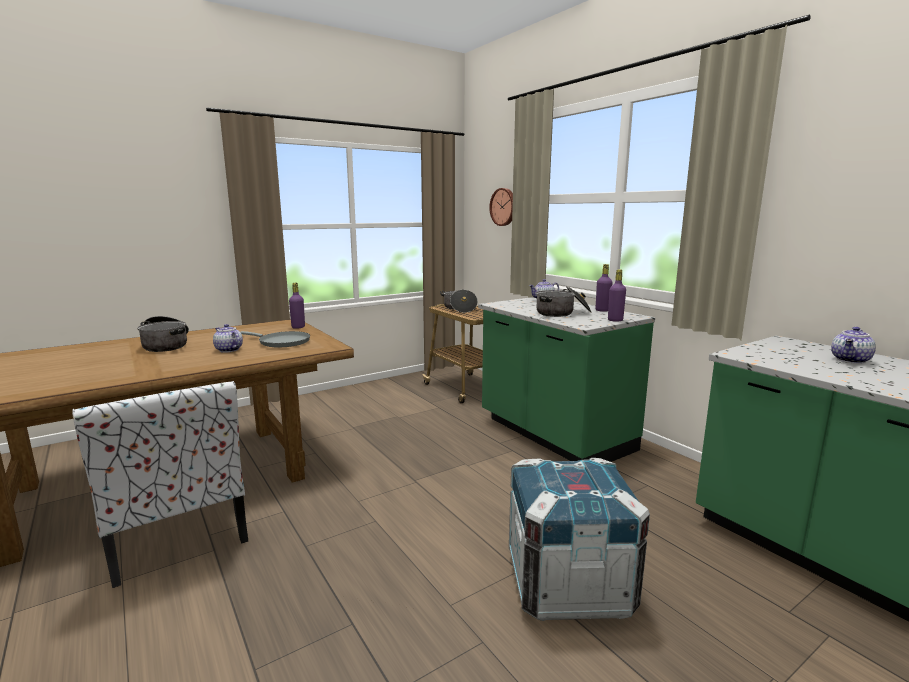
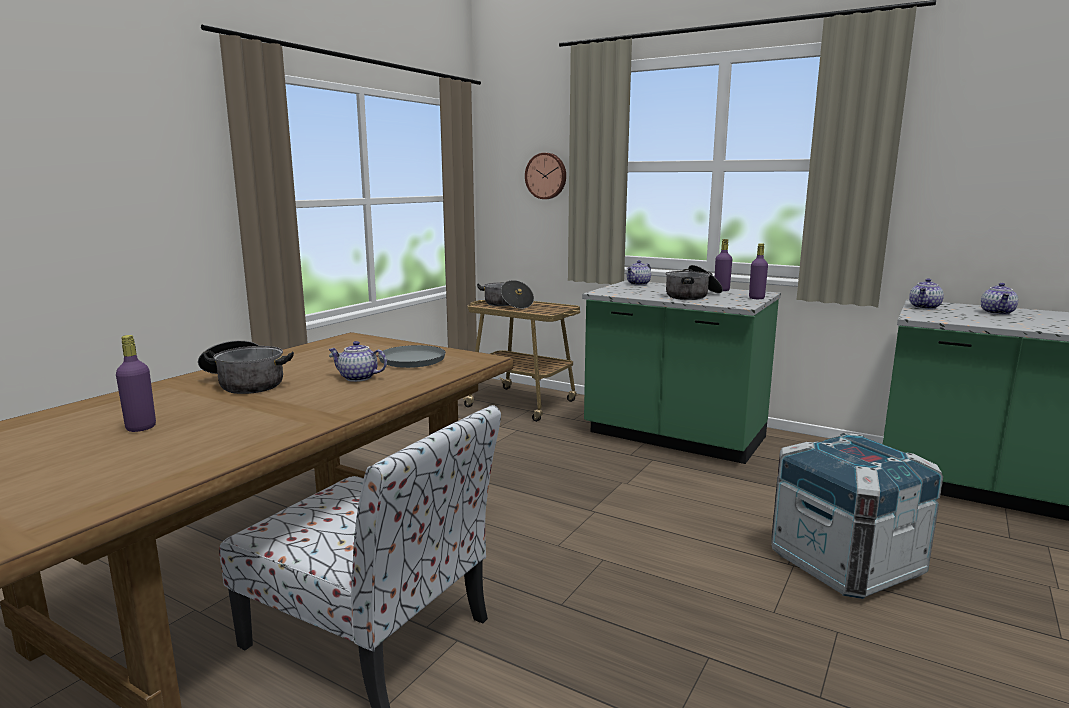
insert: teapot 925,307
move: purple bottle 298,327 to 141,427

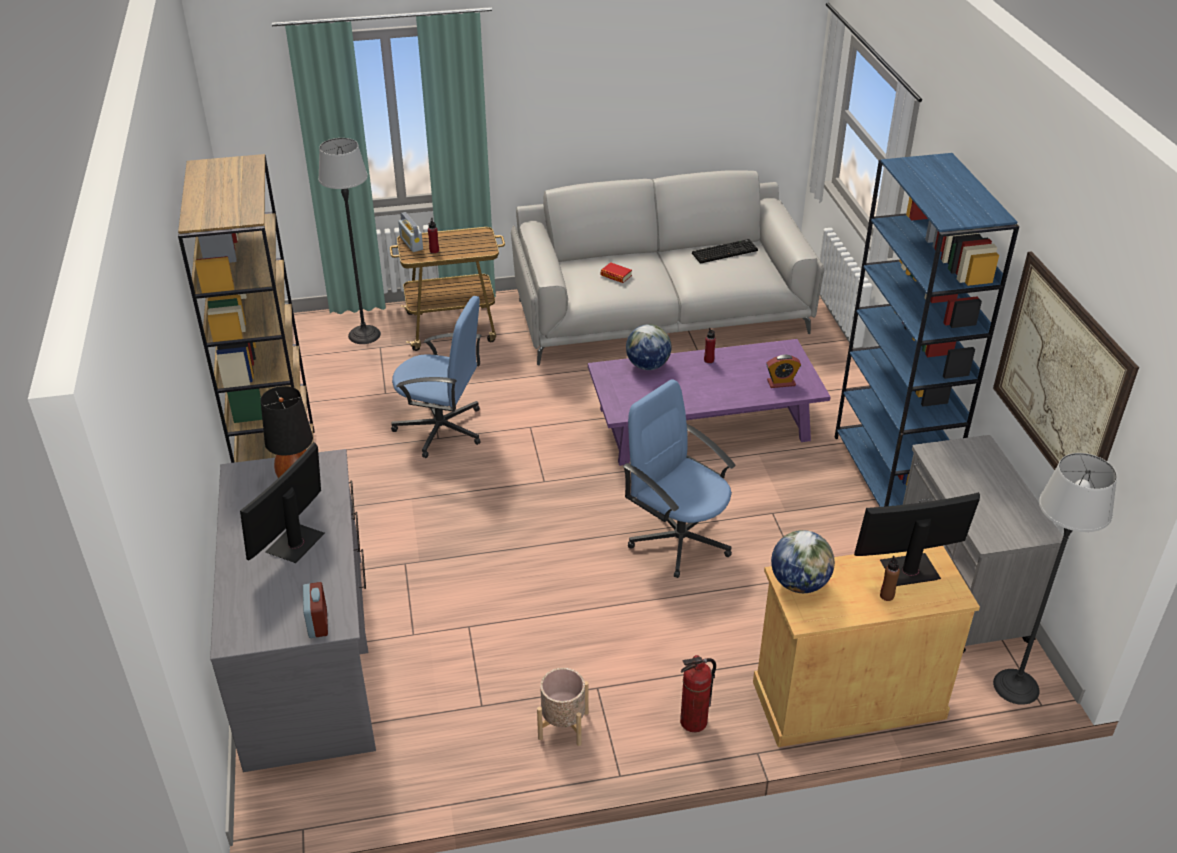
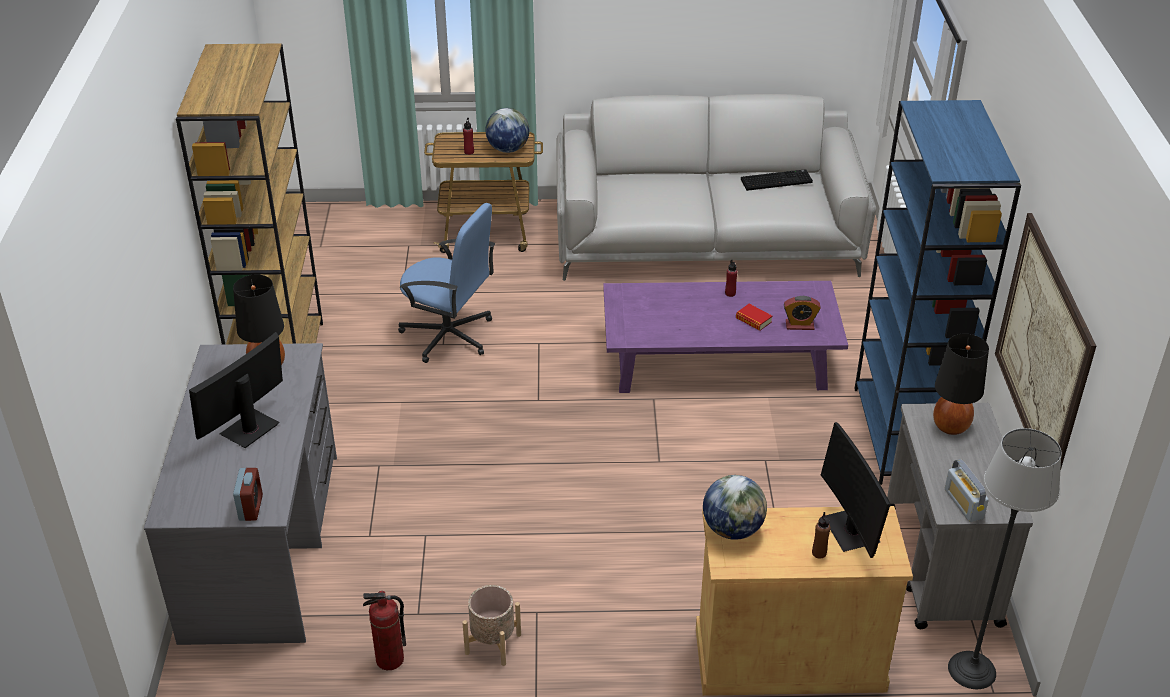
delete: floor lamp 364,334; blue office chair 679,539
insert: black table lamp 950,426
move: radio 411,243 to 963,504; book 616,276 to 753,320; globe 647,365 to 508,149; fire extinguisher 693,722 to 389,660
rotate: monitor 909,570 = 851,531 105 degrees counterclockwise

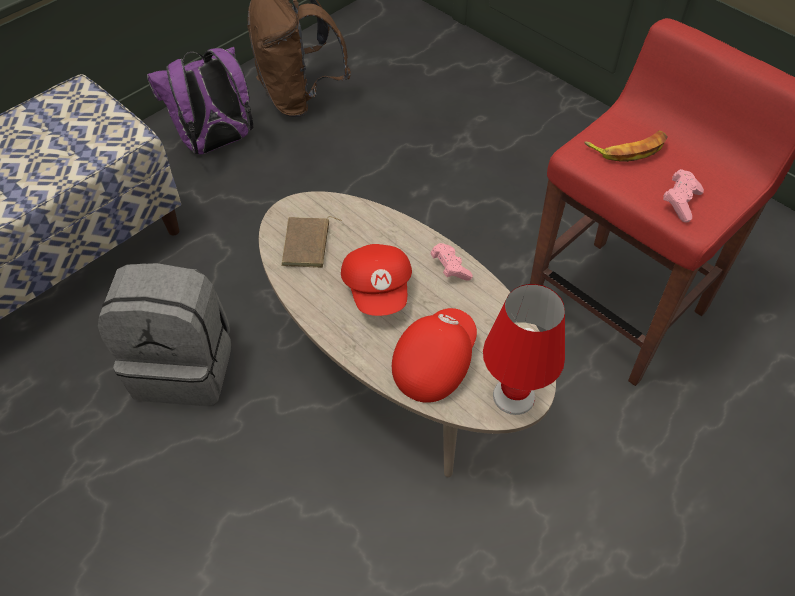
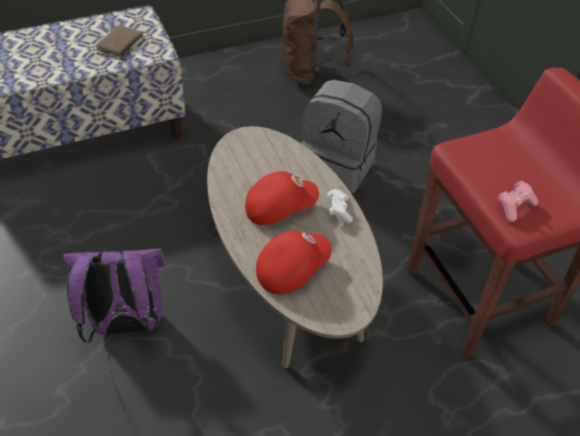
delete: red table lamp 514,396; banana 628,149
move: grey backpack 185,365 to 338,166; purple backpack 216,144 to 125,325; brown book 308,245 to 121,43
recolor: pink game controller 450,268 to white game controller 339,210
rotate: red cap 379,289 = 279,207 120 degrees counterclockwise

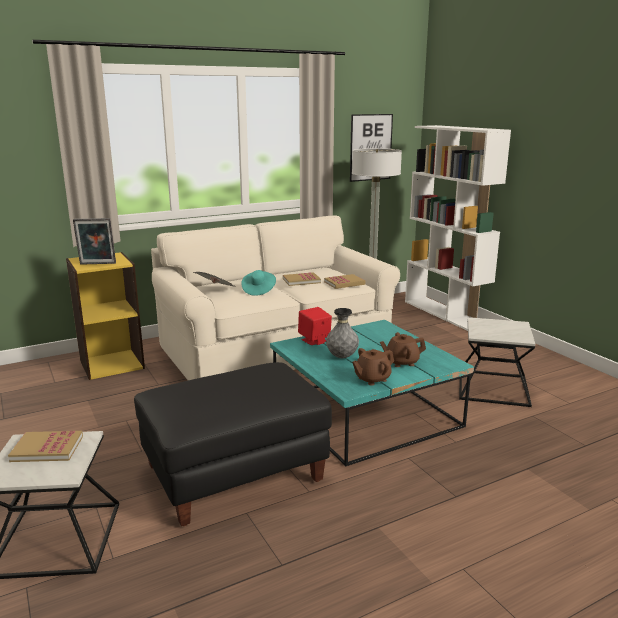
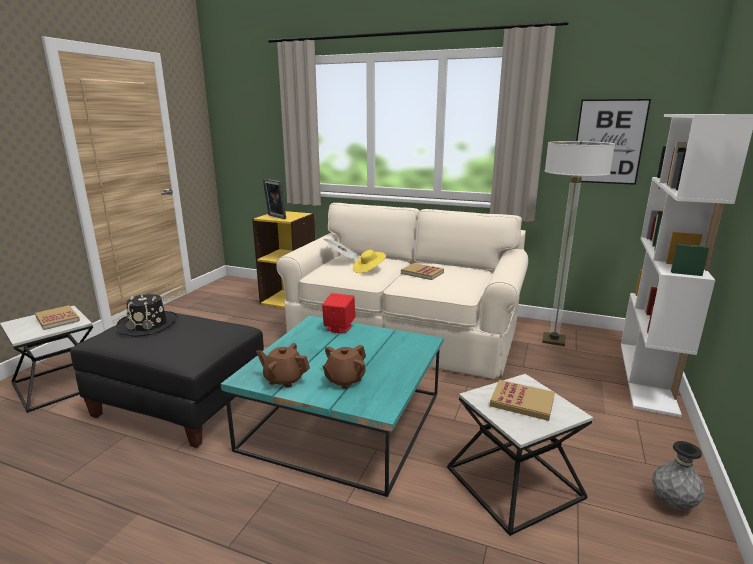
insert: black hat 148,324
move: book 344,283 to 522,402; grey vase 342,357 to 673,503
recolor: turquoise hat 258,290 to yellow hat 369,270
rotate: brown teapot 401,362 = 344,380 90 degrees counterclockwise

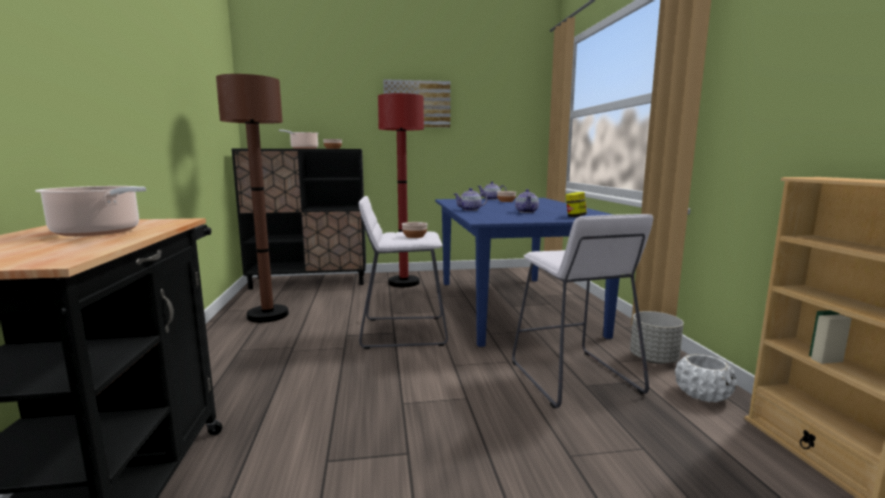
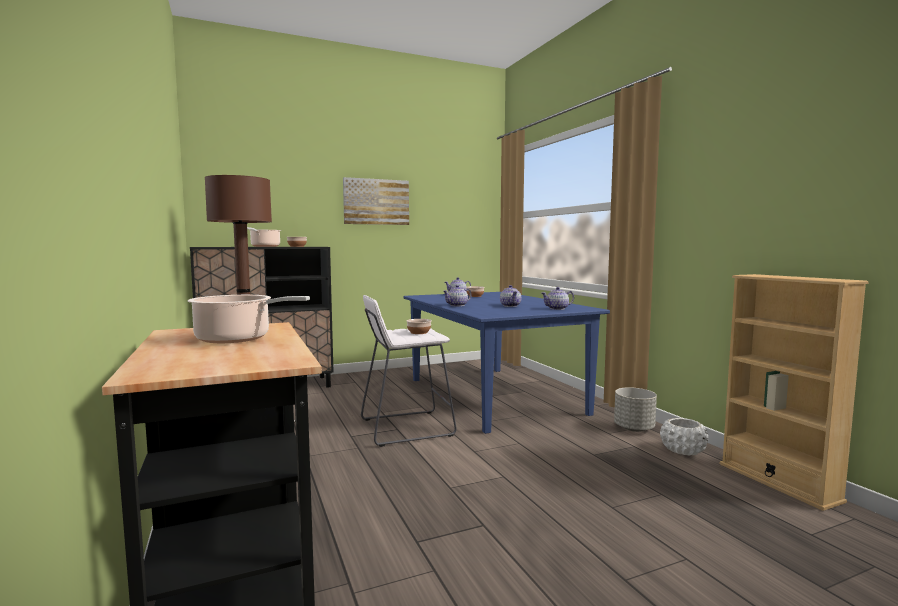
delete: red floor lamp 404,282; white stool 573,378
replace: jar 575,216 to teapot 557,308

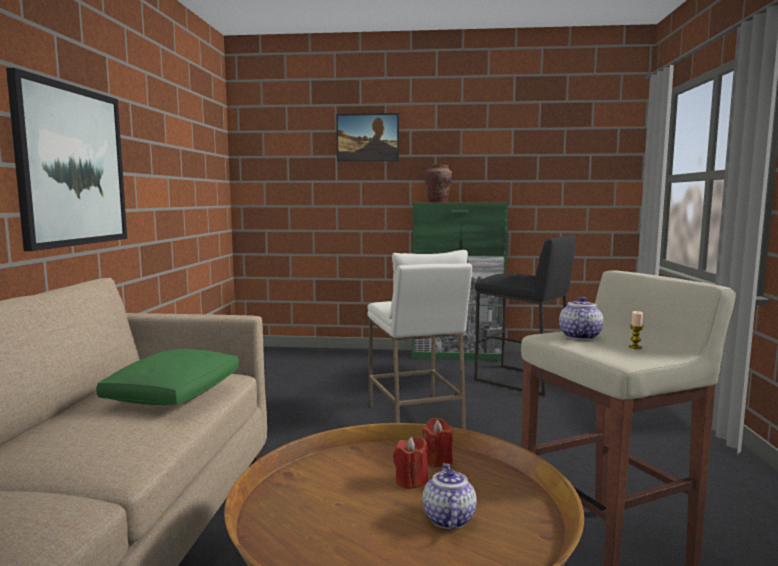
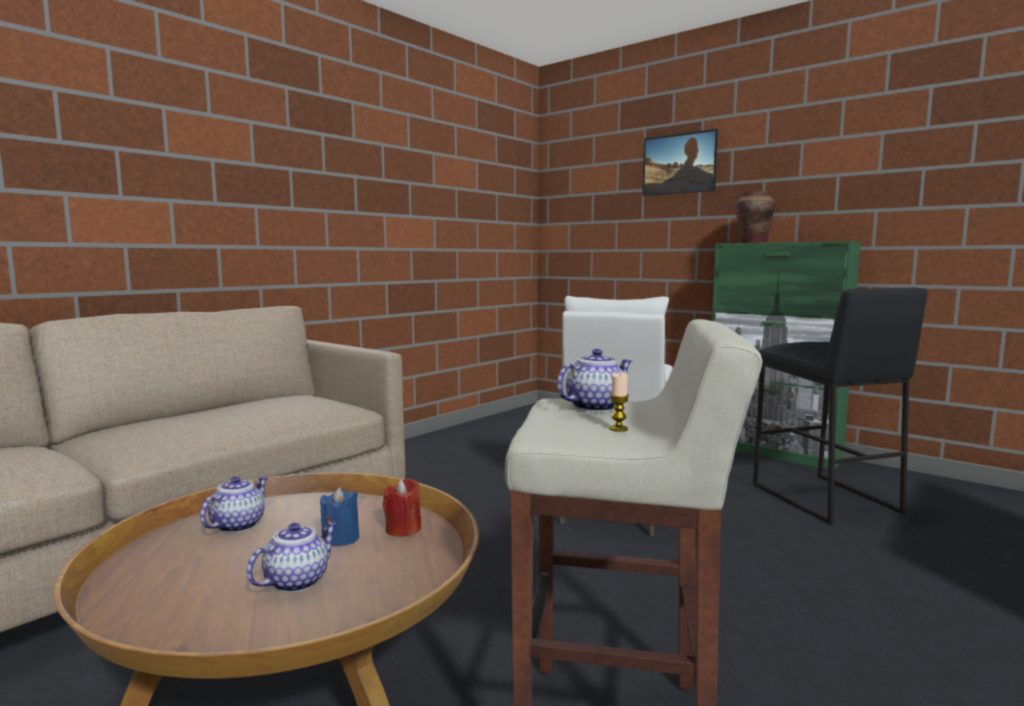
delete: picture 72,166; green pillow 175,393
insert: teapot 238,525
recolor: red candle 411,481 to blue candle 340,539

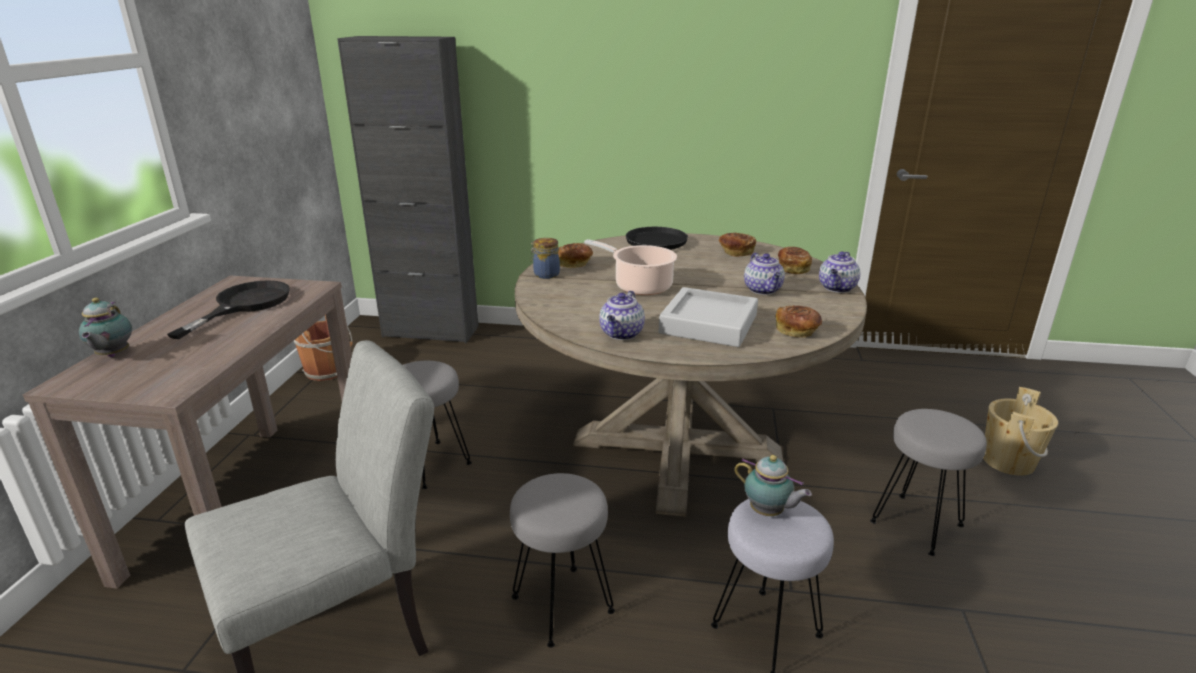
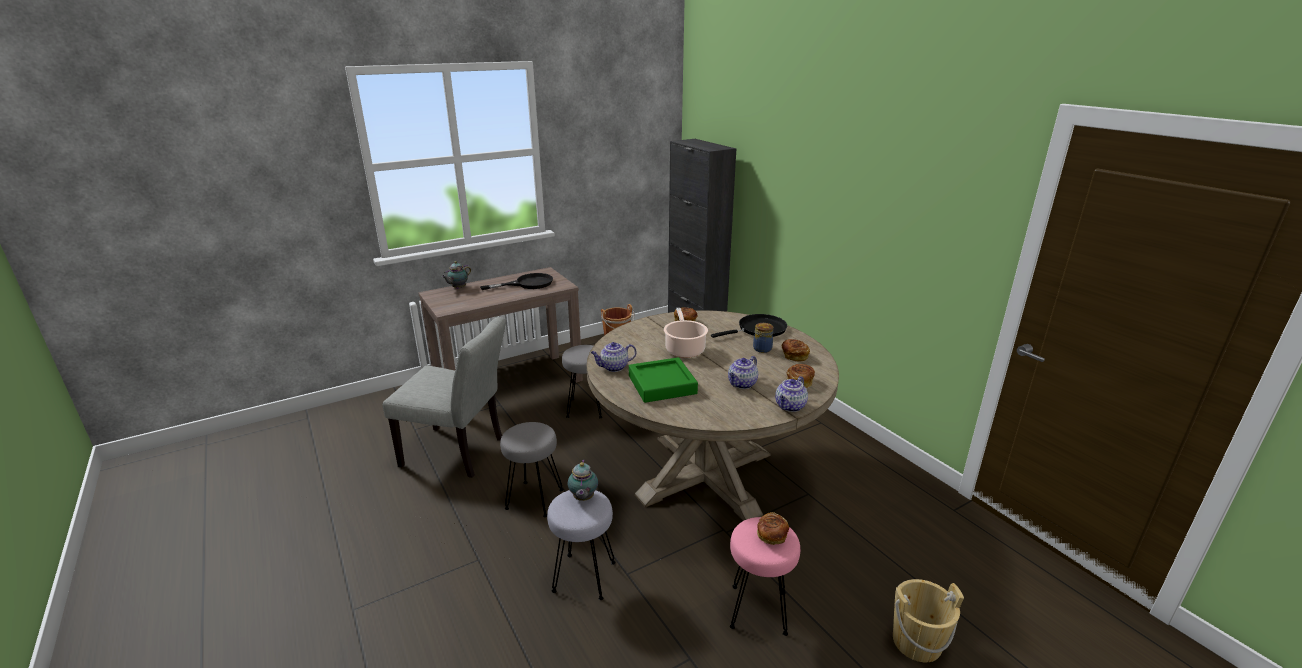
move: jar 545,274 to 761,348; bread 797,331 to 771,536
recolor: grey tray 708,324 to green tray 662,385; grey stool 917,525 to pink stool 758,610
rotate: teapot 837,288 = 790,406 45 degrees counterclockwise

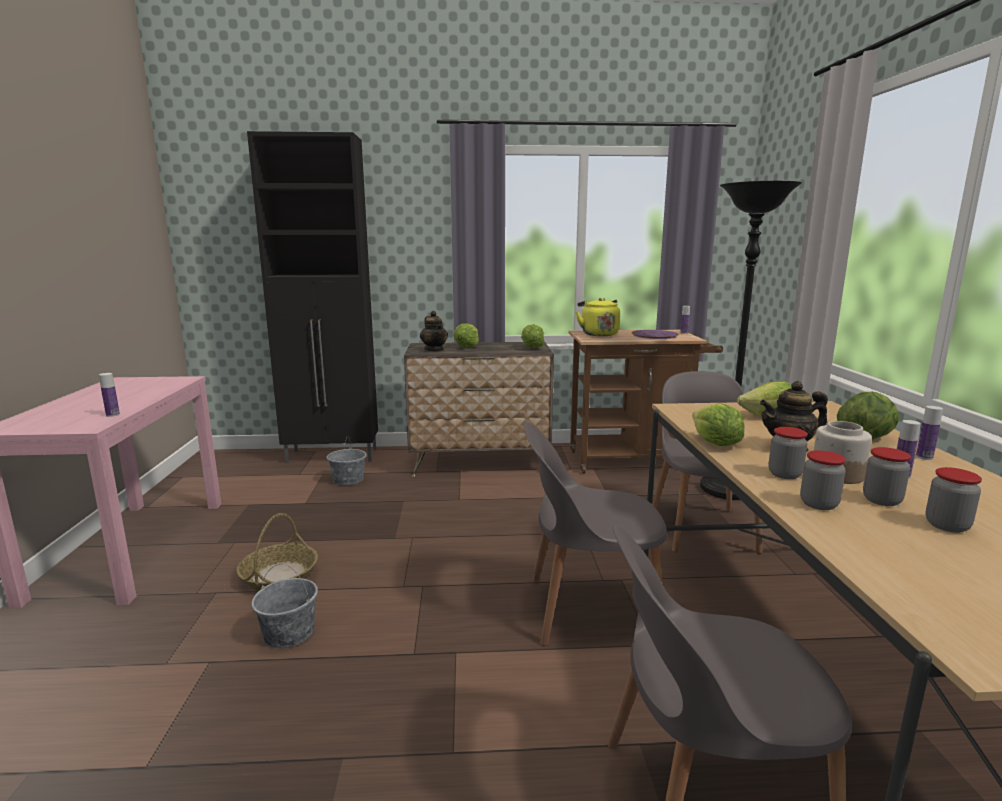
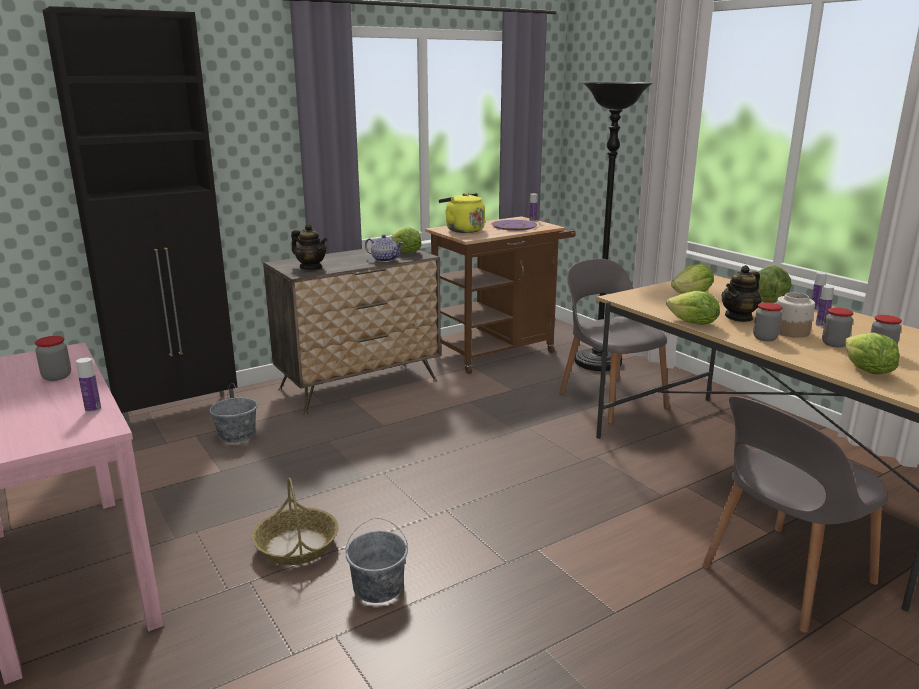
delete: grey chair 589,609
insert: teapot 384,259
move: lettuce 467,347 to 867,371; jar 818,504 to 57,377

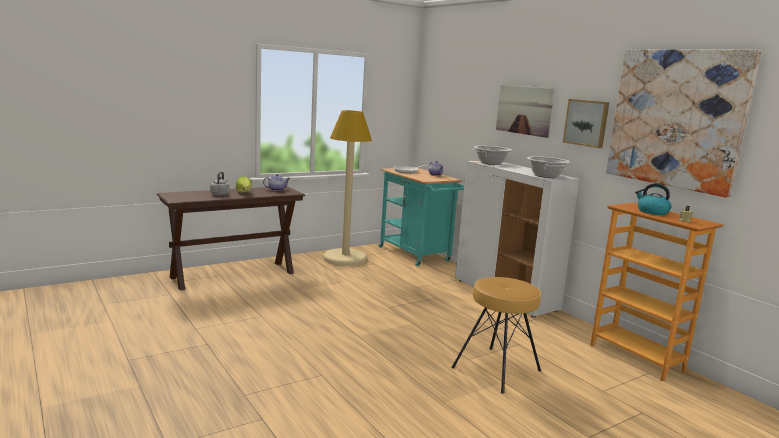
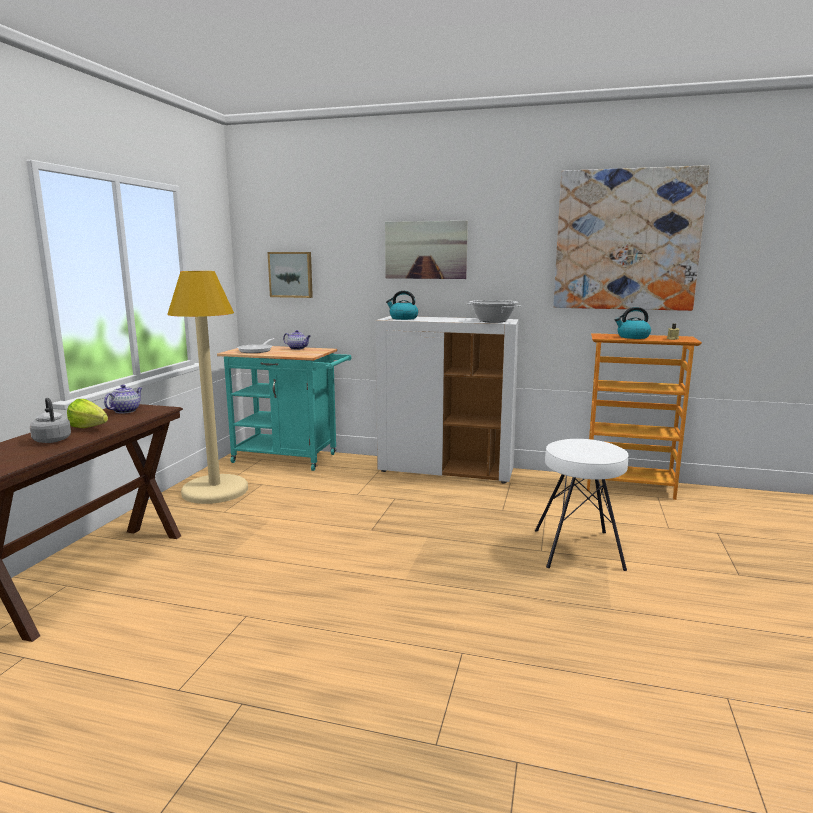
move: picture 587,123 to 291,274
replace: cooking pot 491,163 to kettle 403,318
recolor: brown stool 497,369 to white stool 578,549

